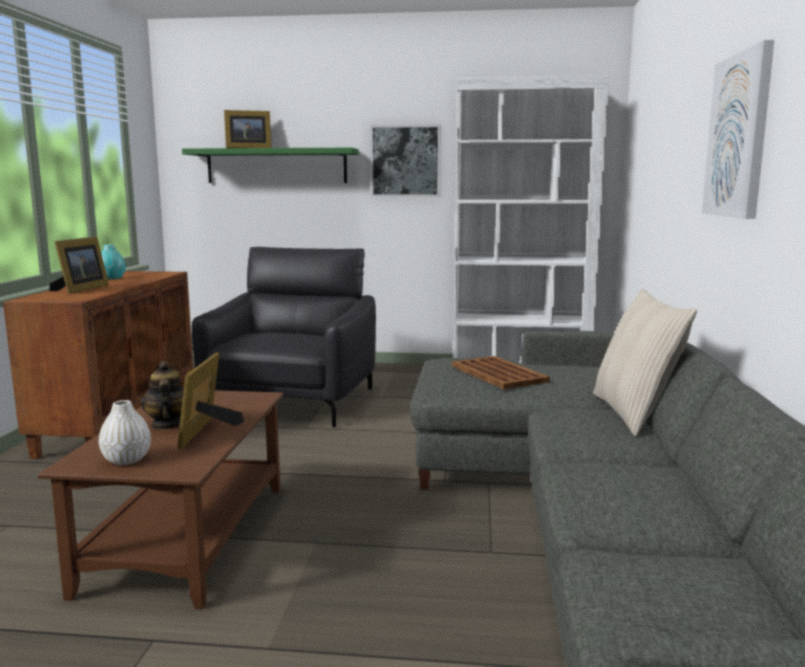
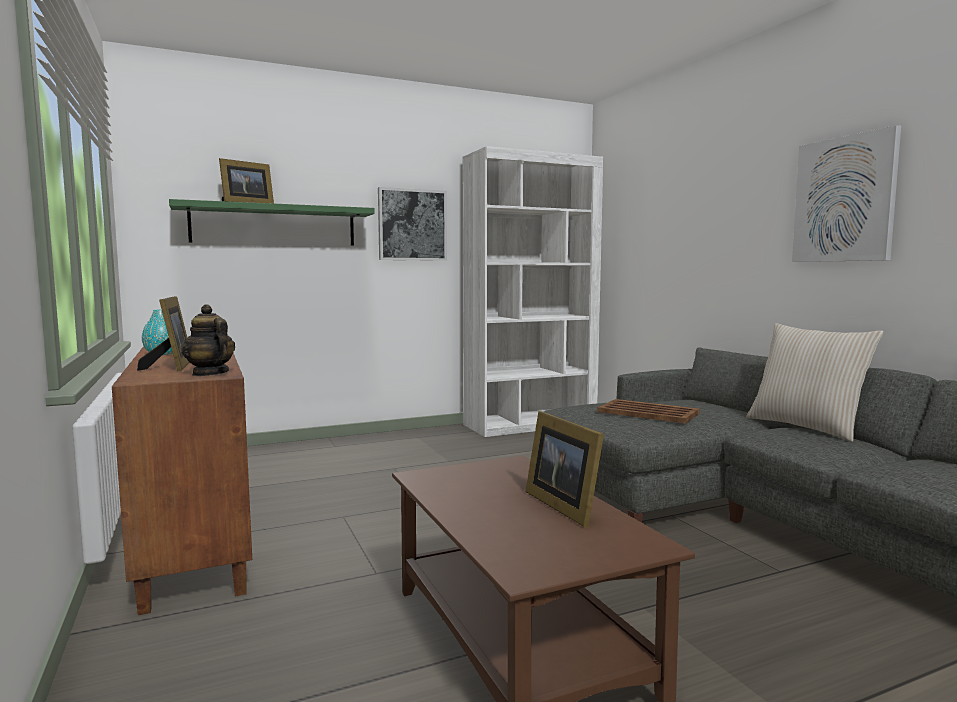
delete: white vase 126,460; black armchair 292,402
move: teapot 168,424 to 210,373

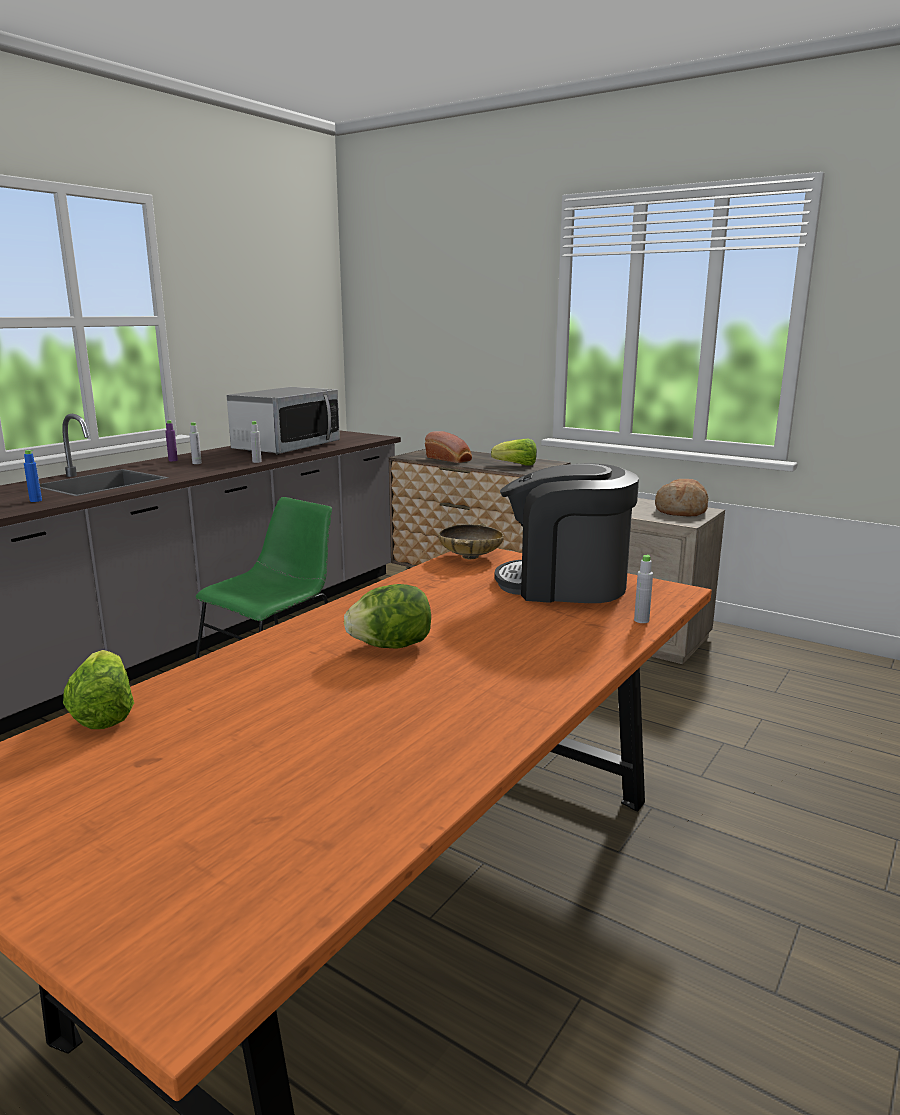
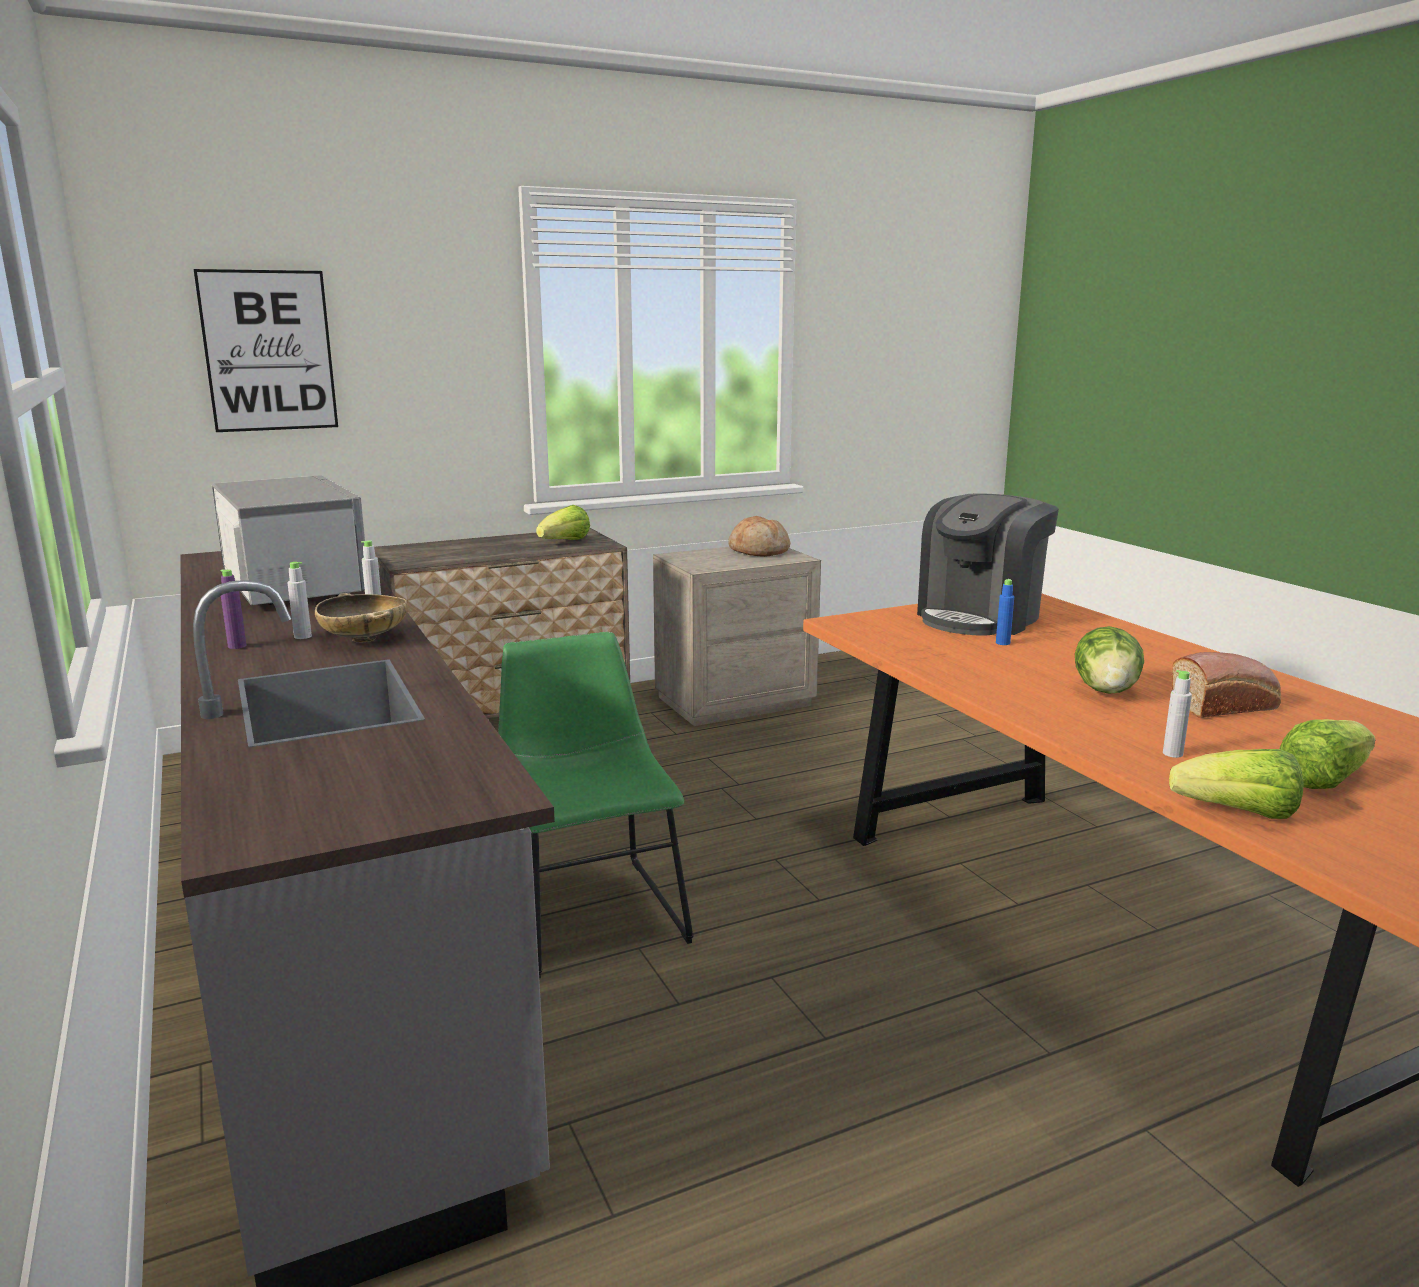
insert: picture 268,351; lettuce 1323,779
move: blue bottle 36,500 to 1002,643; bread 450,459 to 1226,706; beige bowl 471,557 to 365,639; grey bottle 641,620 to 1172,754

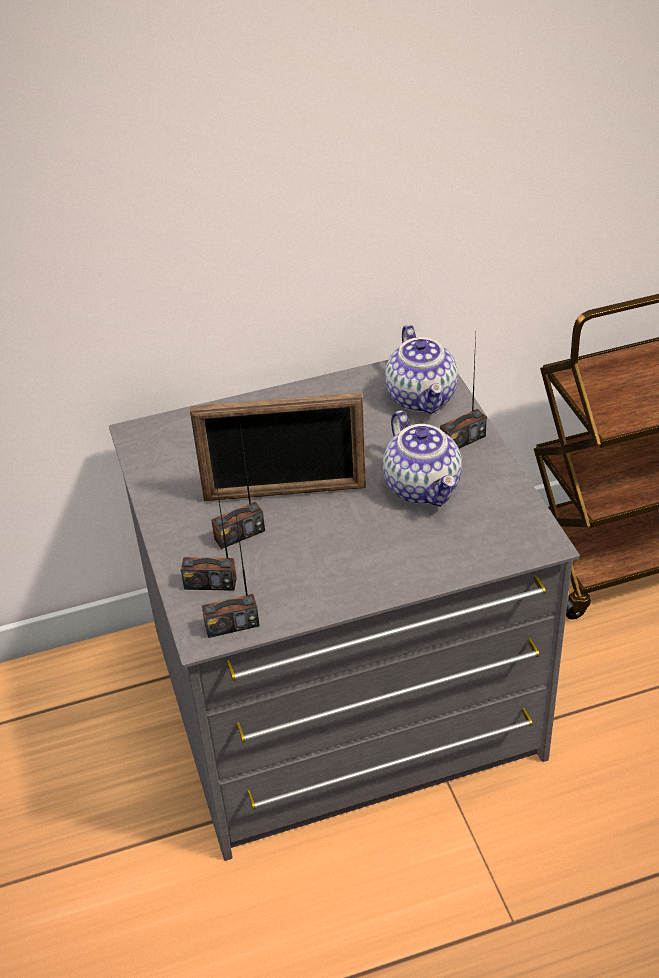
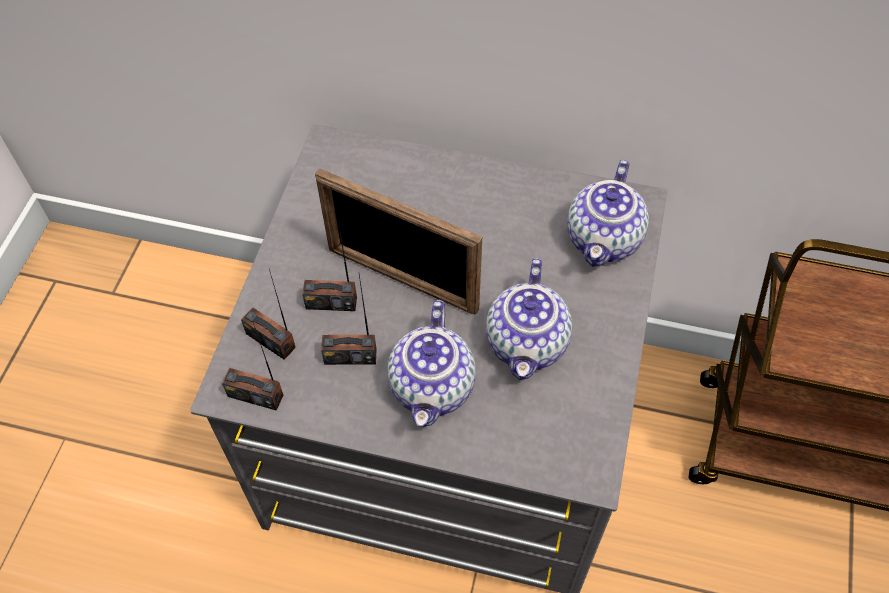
insert: teapot 433,388
move: radio 462,440 to 350,356

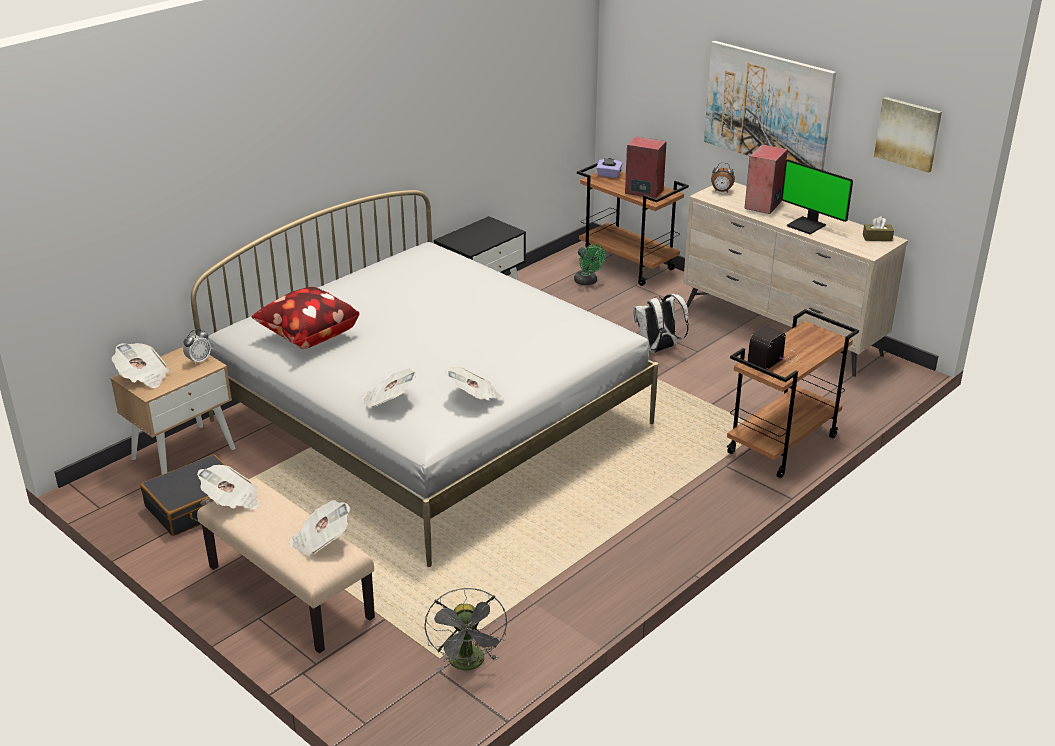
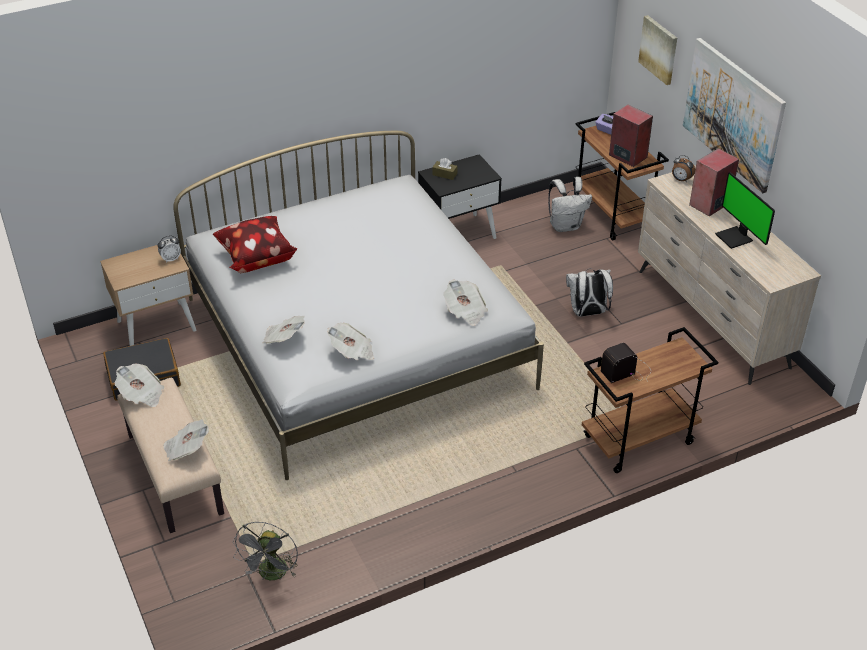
move: newspaper 143,377 to 465,311; brown tissue box 877,238 to 444,174; picture 908,133 to 659,49
replace: green fan 588,282 to white backpack 566,226

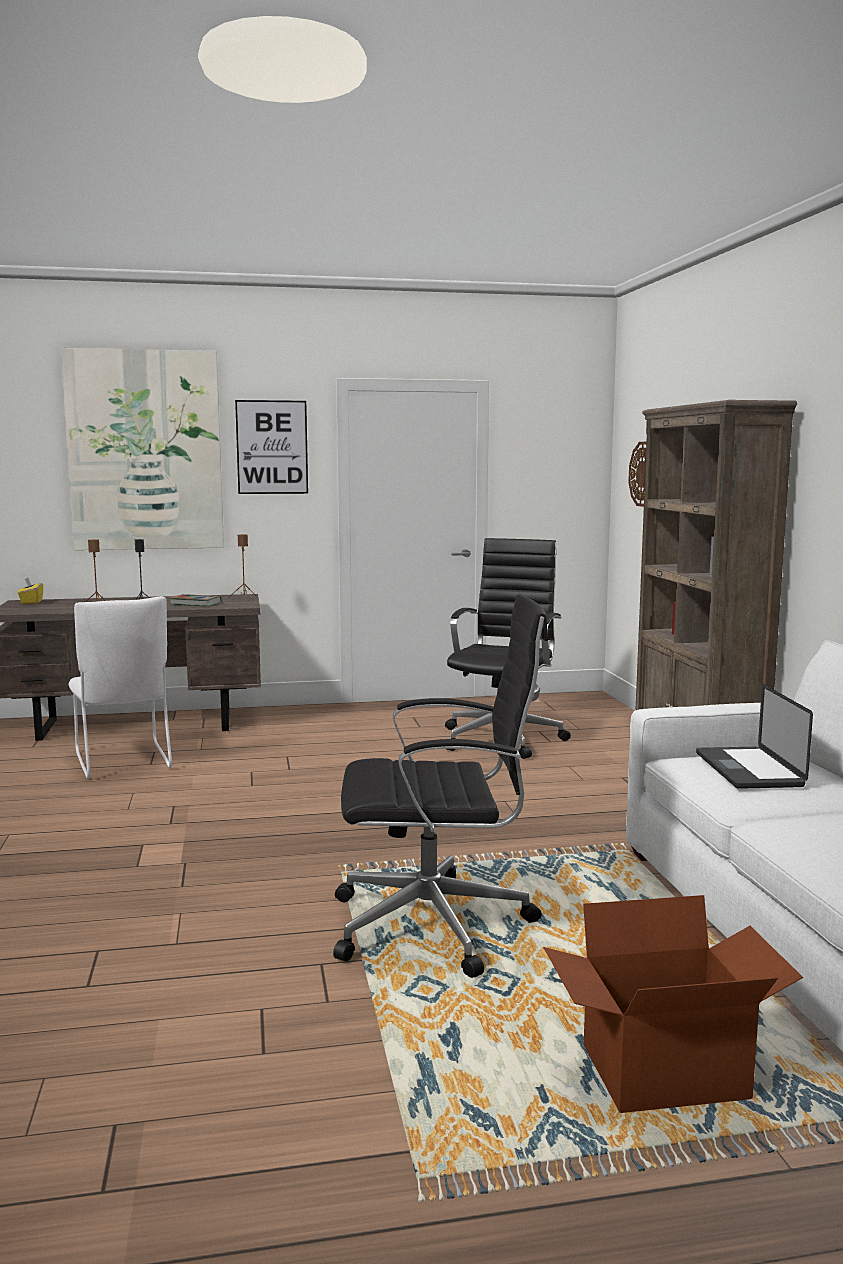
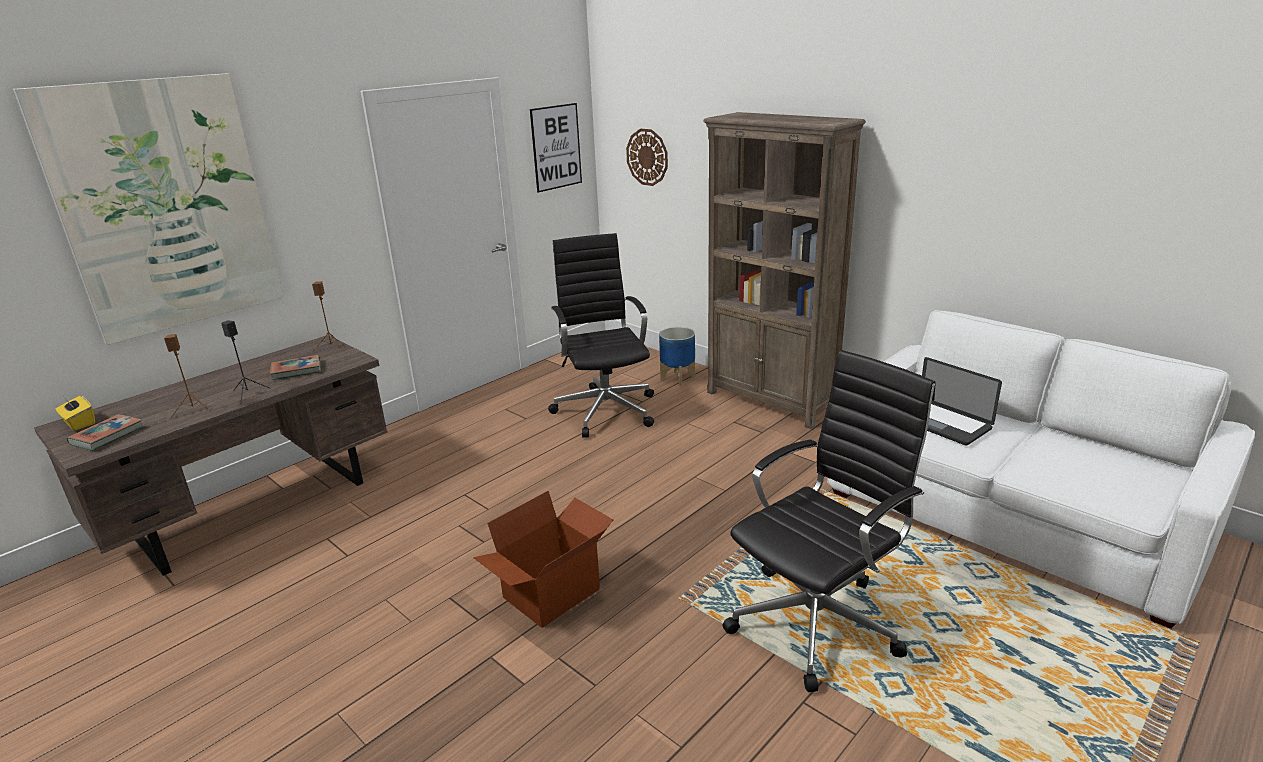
delete: white chair 124,762
insert: book 107,436; planter 678,378
move: picture 272,447 to 556,147; cardboard box 665,1075 to 552,594

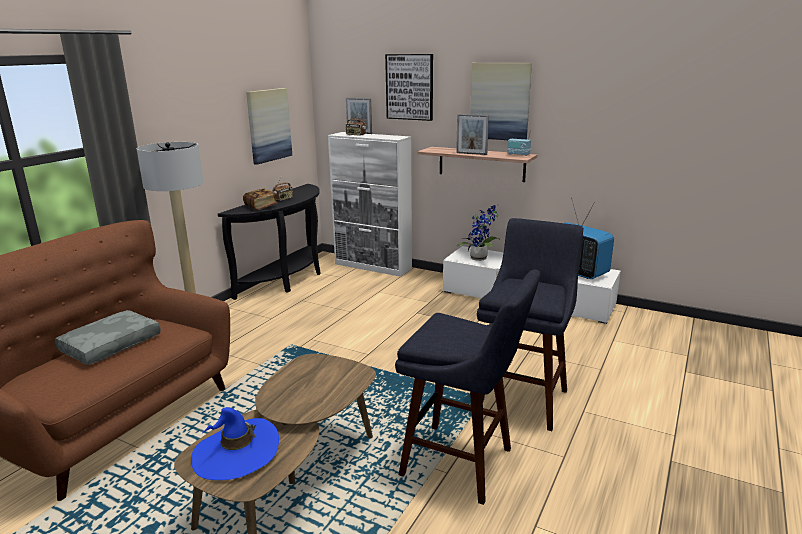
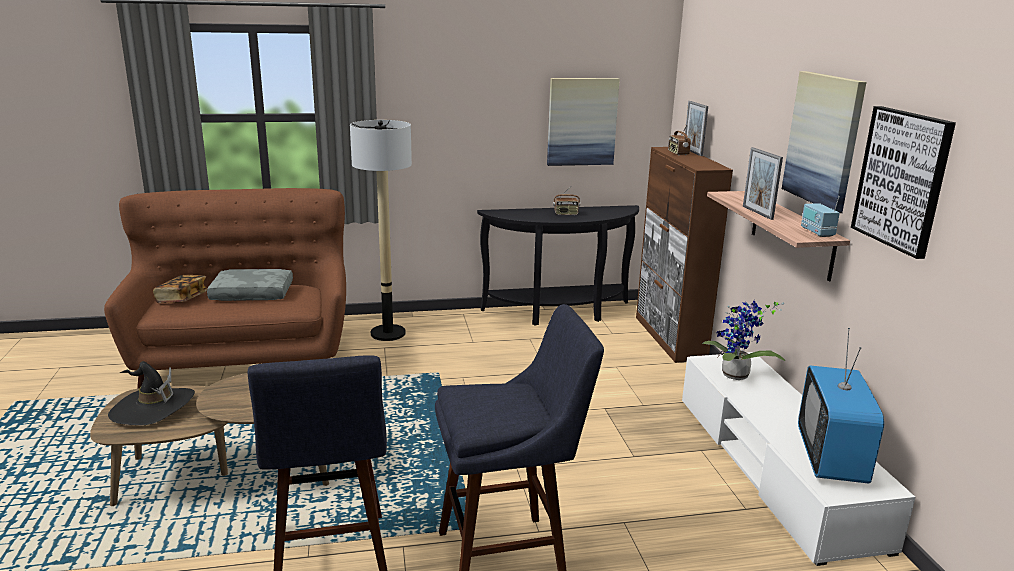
move: book 261,206 to 182,299; picture 410,87 to 902,179
recolor: blue hat 236,453 to black hat 153,408; white cabinet 373,266 to brown cabinet 670,338

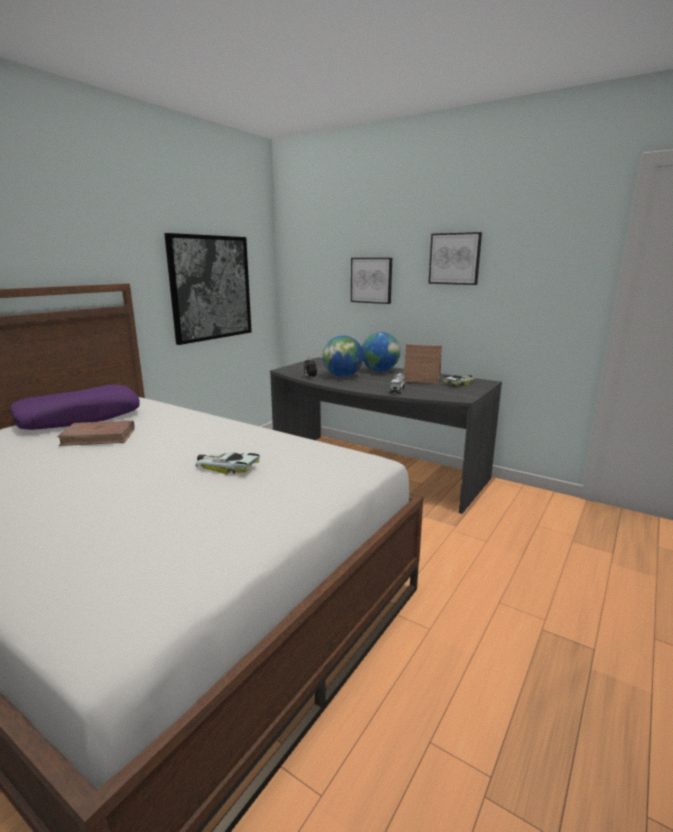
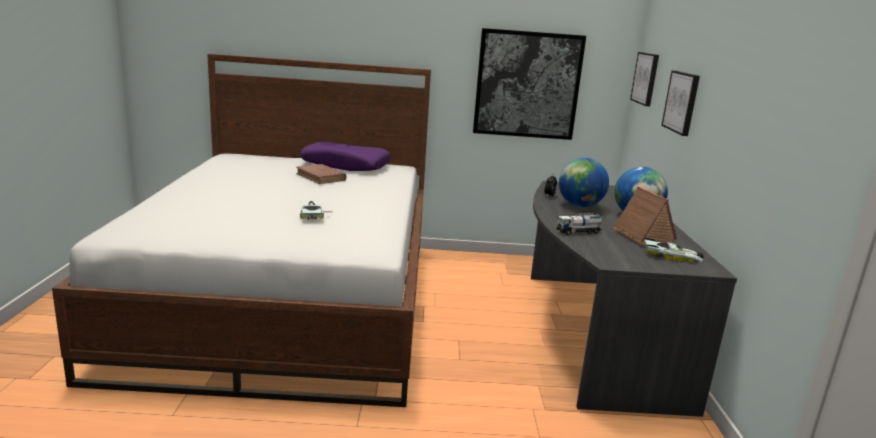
move: picture 454,259 to 646,78

